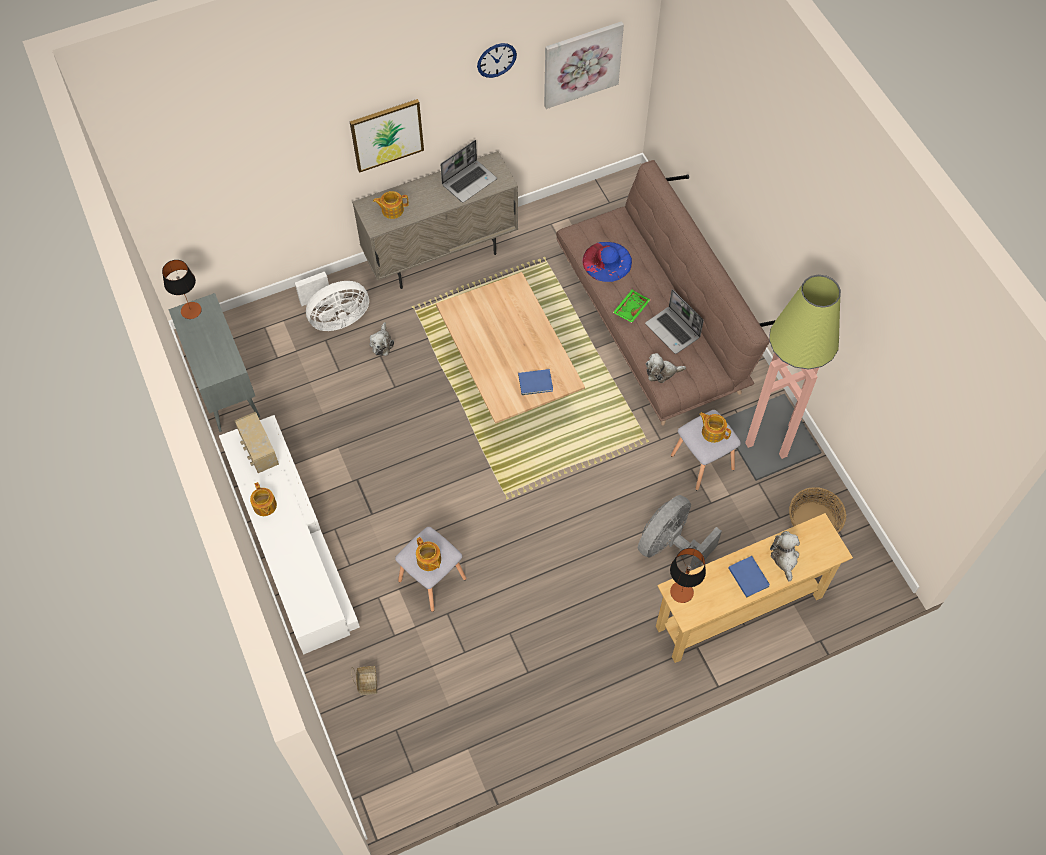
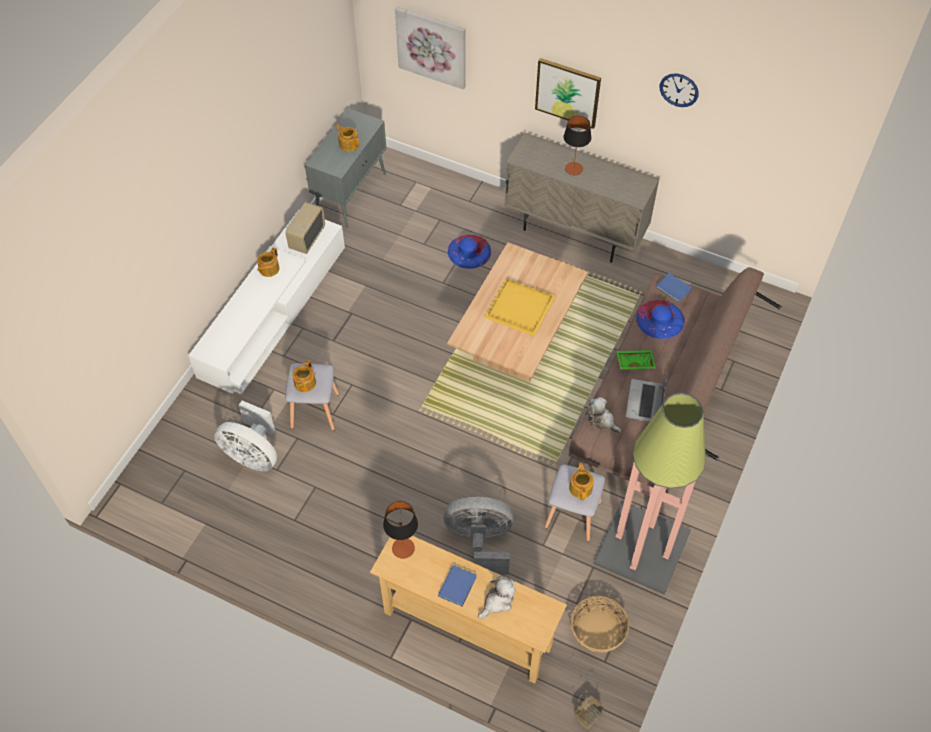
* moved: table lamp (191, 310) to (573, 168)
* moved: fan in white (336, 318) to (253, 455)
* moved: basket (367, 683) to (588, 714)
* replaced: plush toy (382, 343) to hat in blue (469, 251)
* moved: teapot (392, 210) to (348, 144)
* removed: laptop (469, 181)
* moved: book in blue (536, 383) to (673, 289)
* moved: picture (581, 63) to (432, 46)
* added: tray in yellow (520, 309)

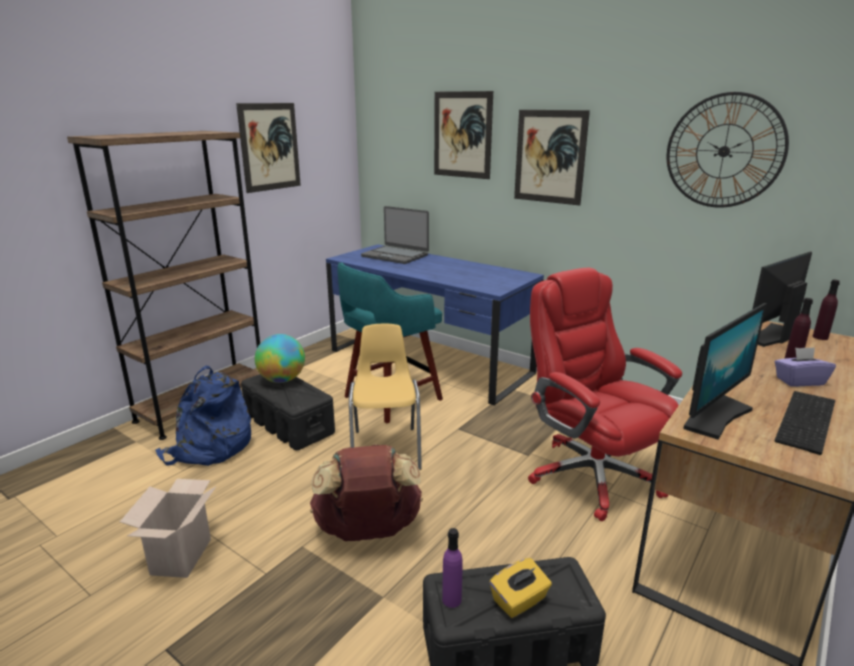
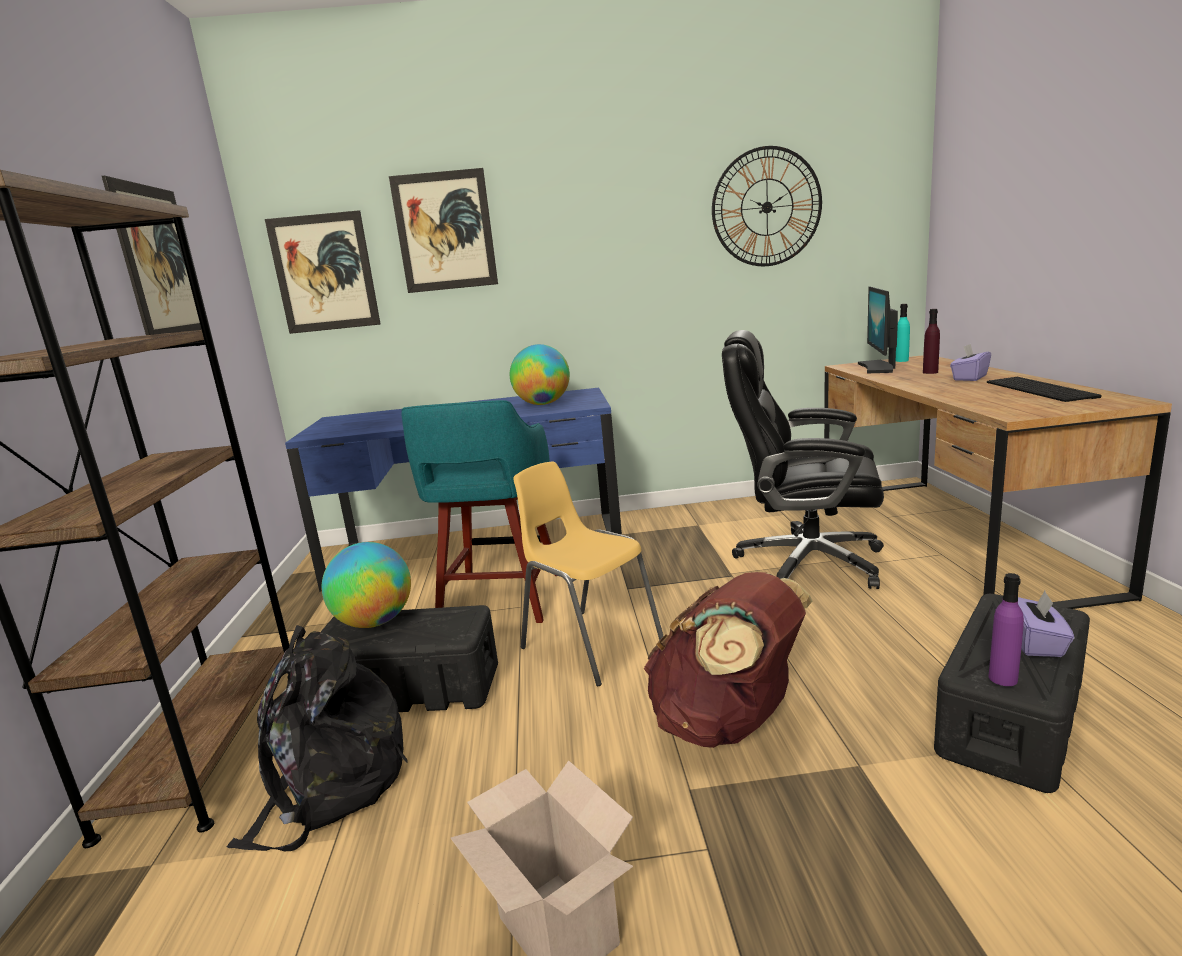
* recoloured: backpack in blue (209, 448) to backpack in black (330, 784)
* removed: laptop (395, 256)
* recoloured: tissue box in yellow (519, 601) to tissue box in purple (1035, 643)
* moved: picture (550, 157) to (324, 273)
* recoloured: office chair in red (591, 474) to office chair in black (805, 563)
* removed: monitor (714, 416)
* recoloured: bottle in purple (820, 337) to bottle in turquoise (901, 360)
* added: globe (543, 404)

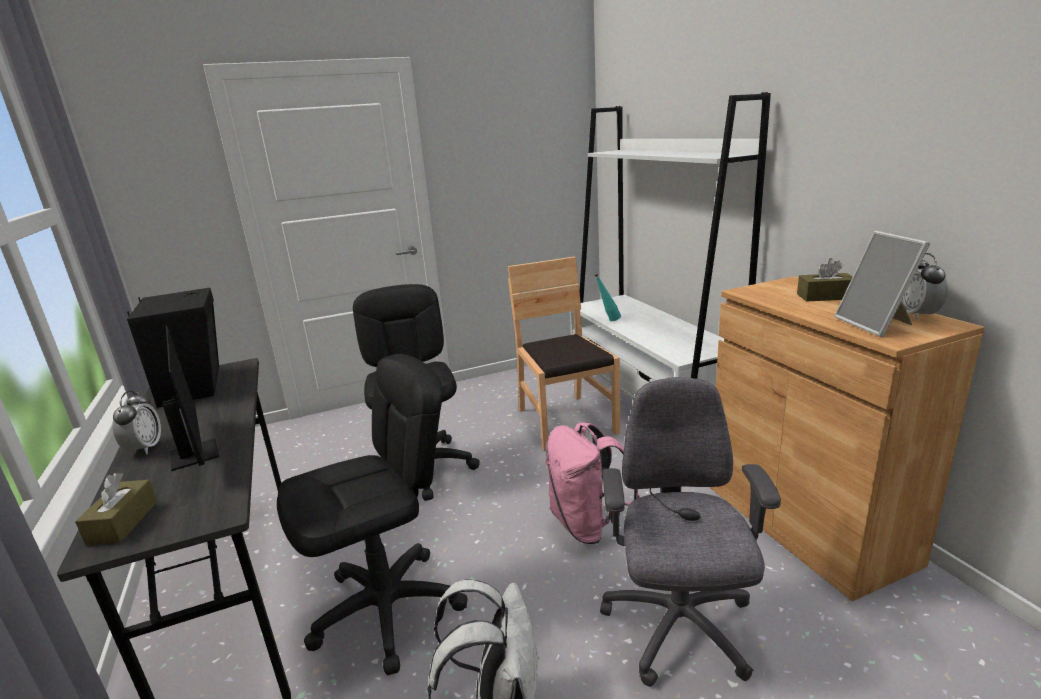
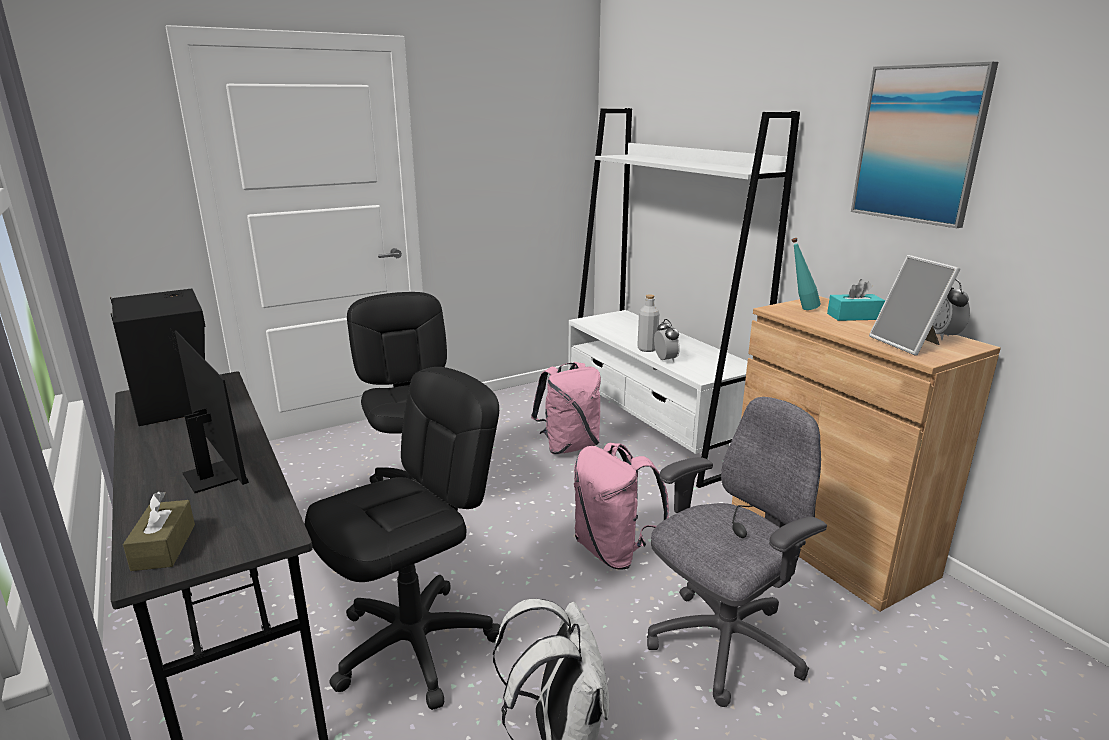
* moved: alarm clock (145, 448) to (665, 360)
* replaced: chair in brown (565, 421) to backpack in pink (569, 446)
* moved: bottle in turquoise (608, 320) to (800, 309)
* turned: office chair in grey (678, 628) = (722, 645) 60 degrees clockwise
* recoloured: tissue box in brown (825, 296) to tissue box in turquoise (854, 316)
* added: bottle in grey (647, 349)
* added: picture (919, 144)

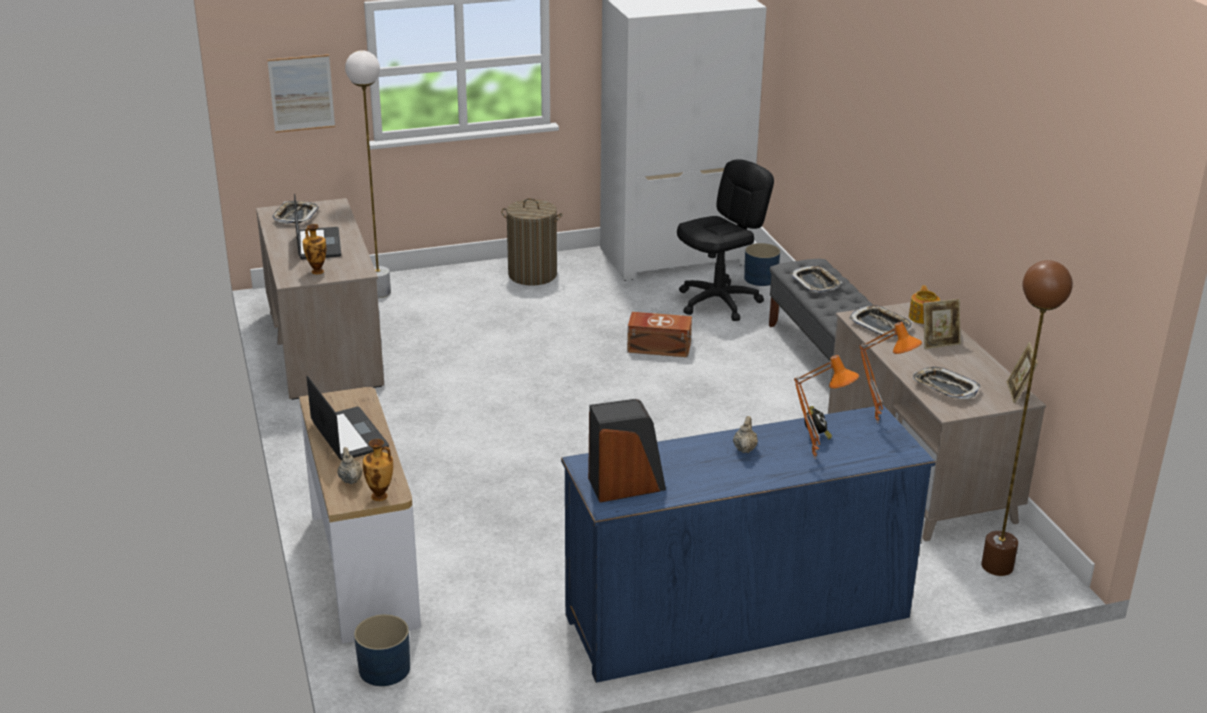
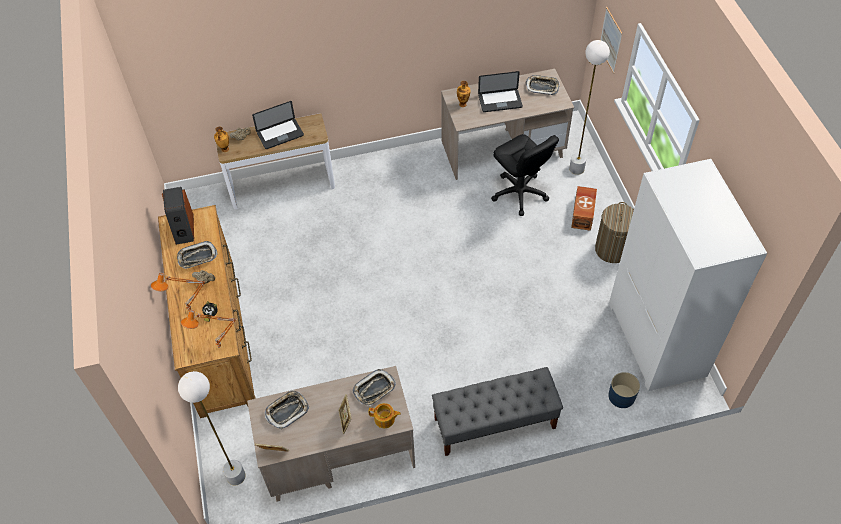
* removed: planter in blue (385, 669)
* recoloured: dresser in blue (737, 616) to dresser in brown (217, 336)
* moved: storage box in brown (658, 347) to (583, 213)
* moved: office chair in black (719, 302) to (519, 193)
* moved: tray (815, 283) to (197, 257)
* recoloured: floor lamp in brown (997, 566) to floor lamp in white (235, 476)

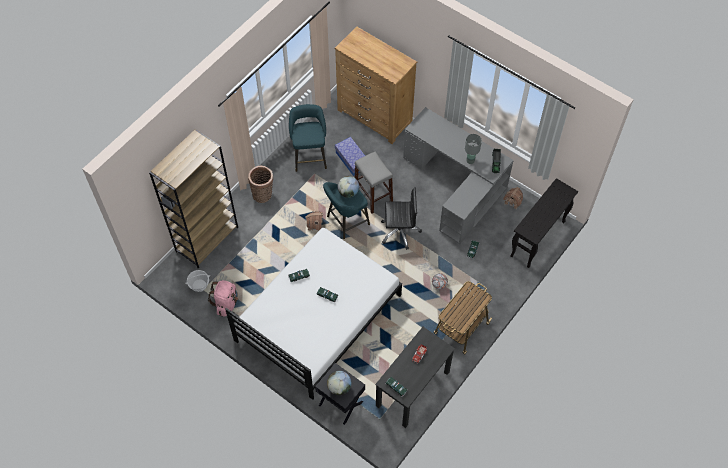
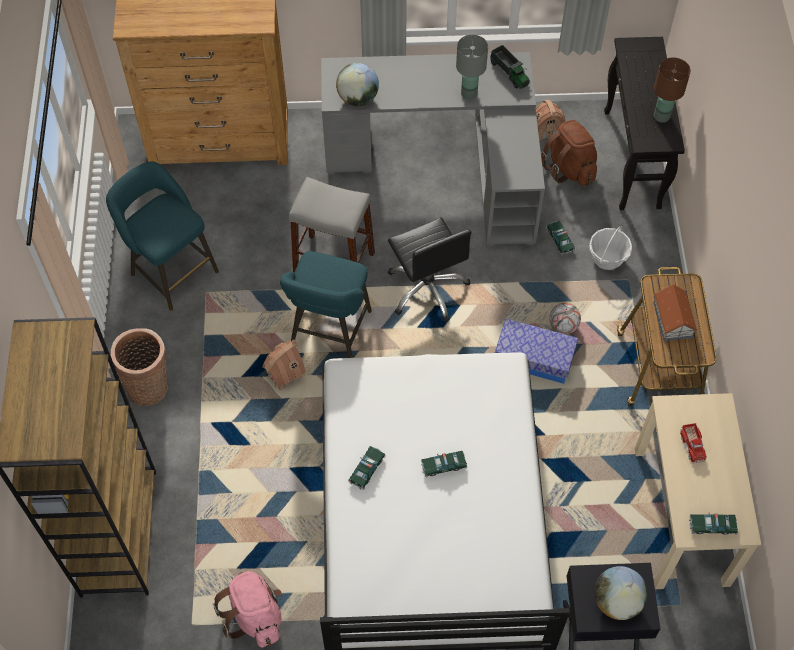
* moved: basket (199, 285) to (607, 258)
* moved: storage box (352, 160) to (533, 358)
* moved: globe (348, 192) to (358, 98)
* recoloured: desk in black (412, 389) to desk in beige (681, 516)
* turned: office chair in black (399, 231) = (427, 288) 105 degrees clockwise
* added: backpack in brown (569, 168)
* added: toy house (672, 320)
* added: table lamp in brown (662, 116)

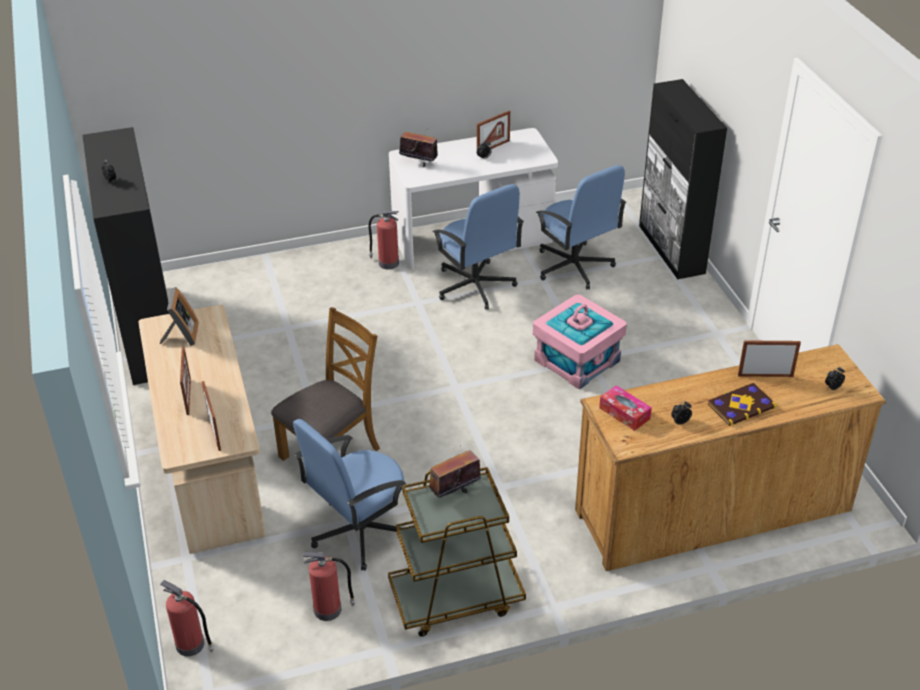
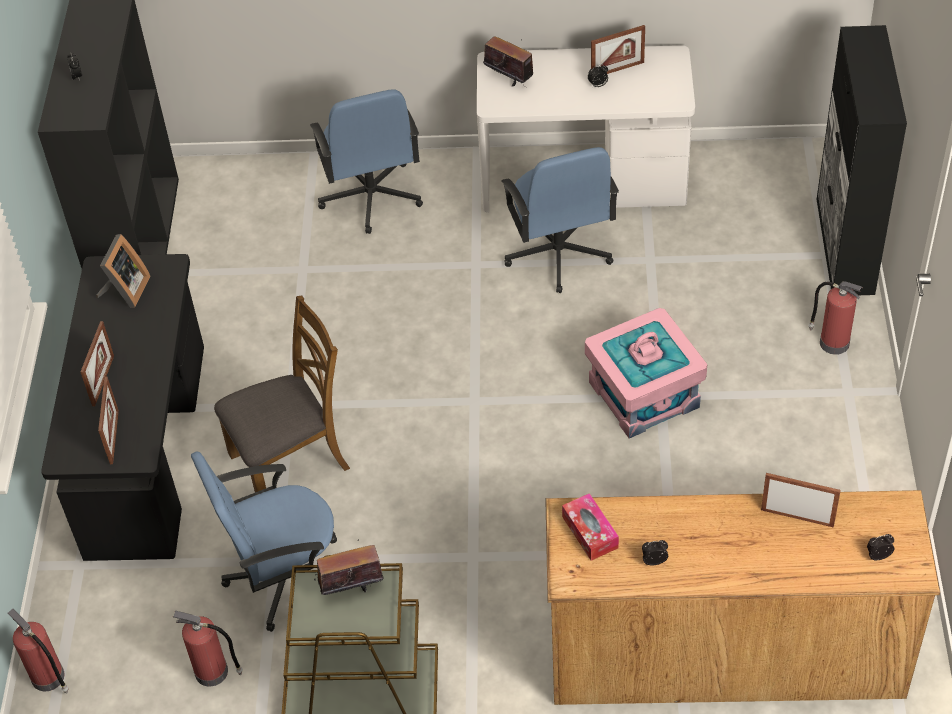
* recoloured: desk in beige (211, 468) to desk in black (146, 451)
* moved: fire extinguisher (387, 263) to (832, 342)
* moved: office chair in blue (574, 267) to (371, 197)
* removed: book (740, 405)

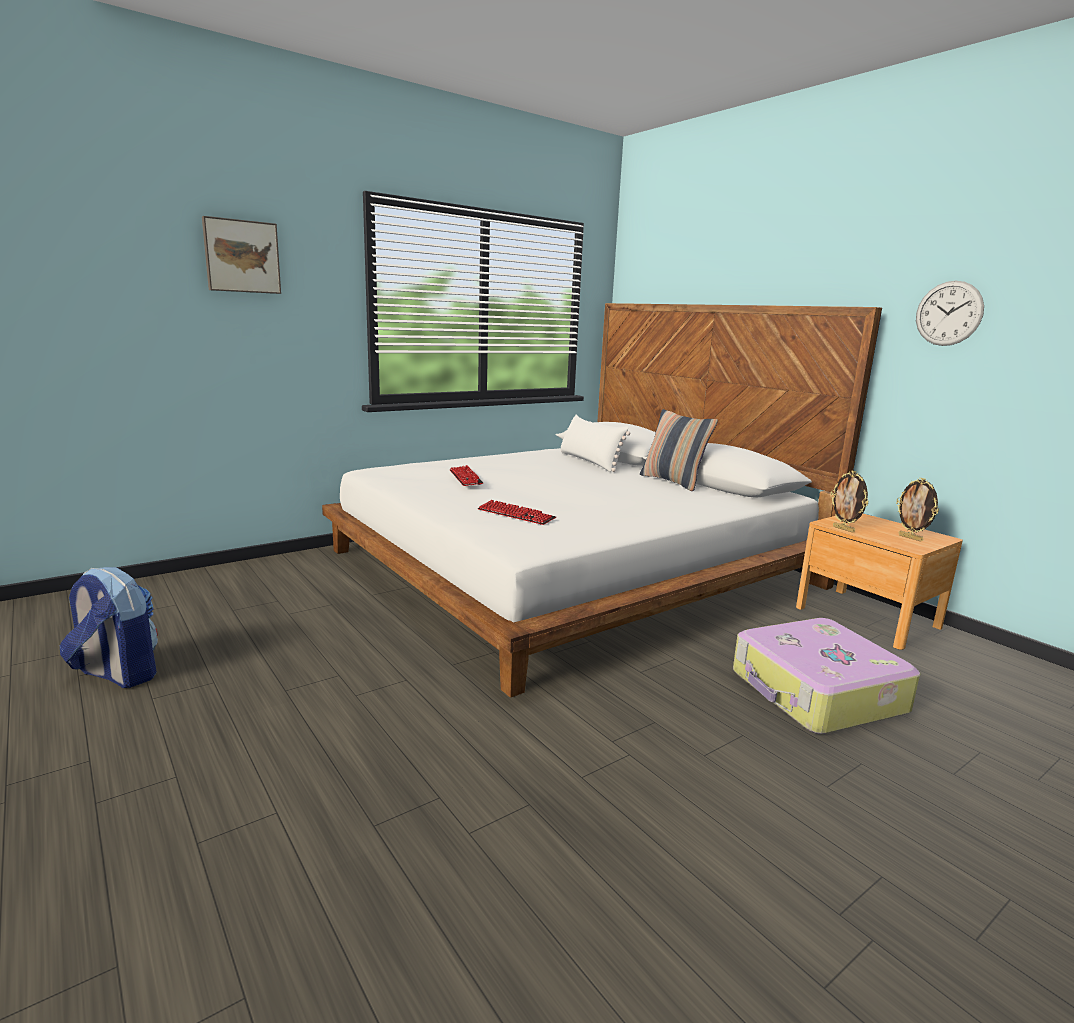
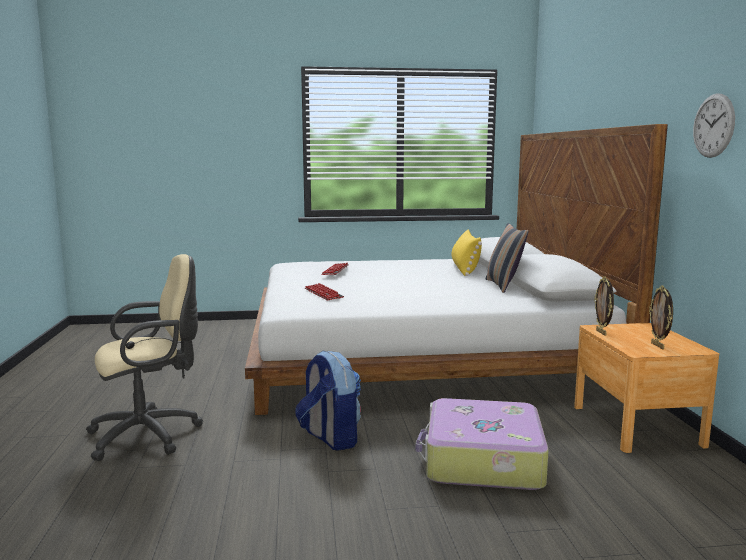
* moved: backpack (117, 674) to (330, 438)
* removed: picture (241, 256)
* recoloured: pillow in white (589, 462) to pillow in yellow (465, 268)
* added: office chair in beige (150, 435)

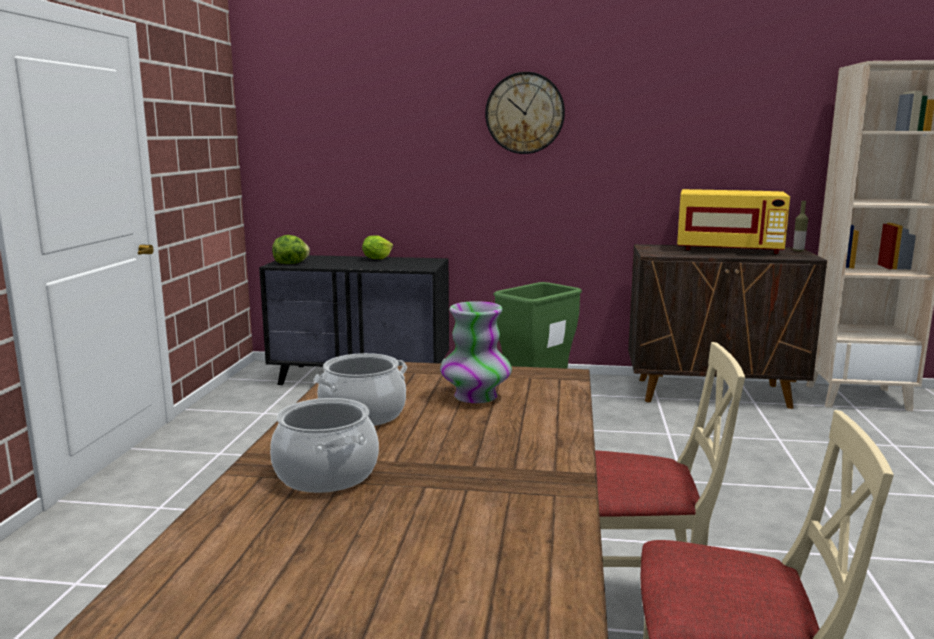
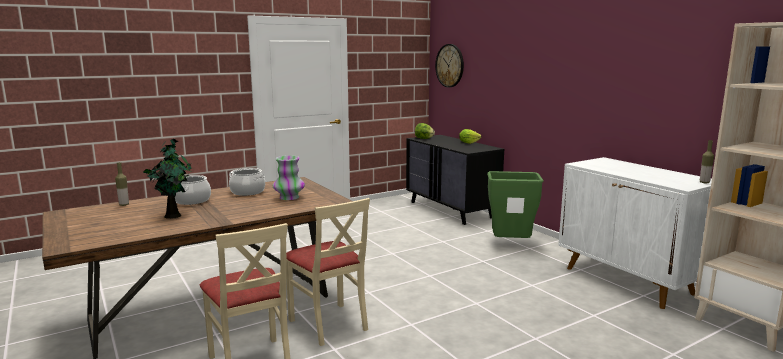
* moved: wall clock (525, 113) to (450, 65)
* recoloured: cabinet in brown (713, 393) to cabinet in white (628, 281)
* removed: microwave in yellow (729, 249)
* added: bottle (124, 205)
* added: potted plant (173, 215)

